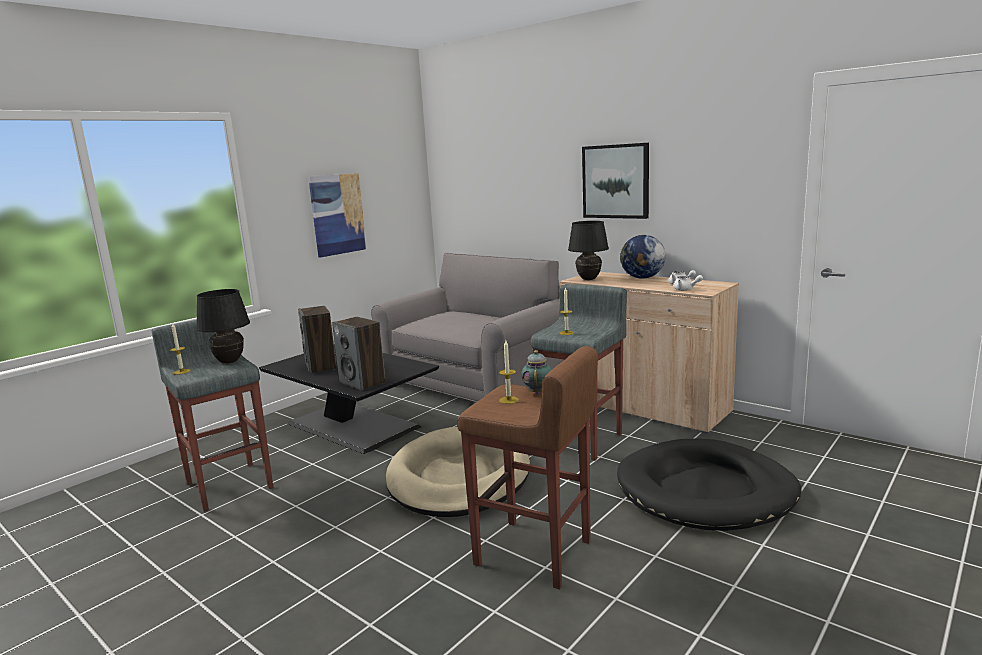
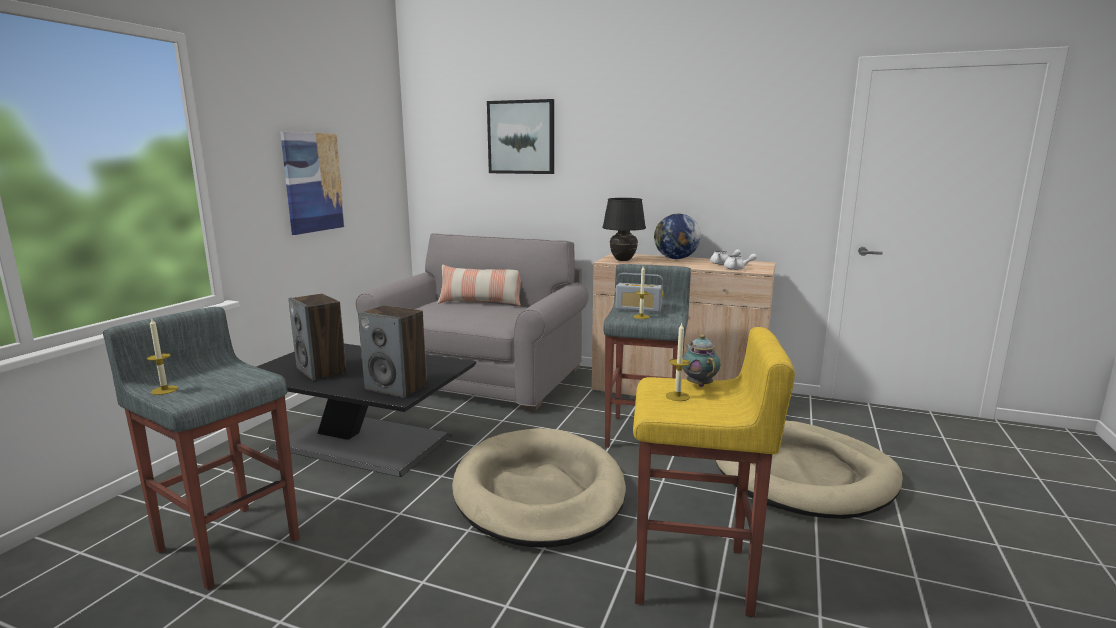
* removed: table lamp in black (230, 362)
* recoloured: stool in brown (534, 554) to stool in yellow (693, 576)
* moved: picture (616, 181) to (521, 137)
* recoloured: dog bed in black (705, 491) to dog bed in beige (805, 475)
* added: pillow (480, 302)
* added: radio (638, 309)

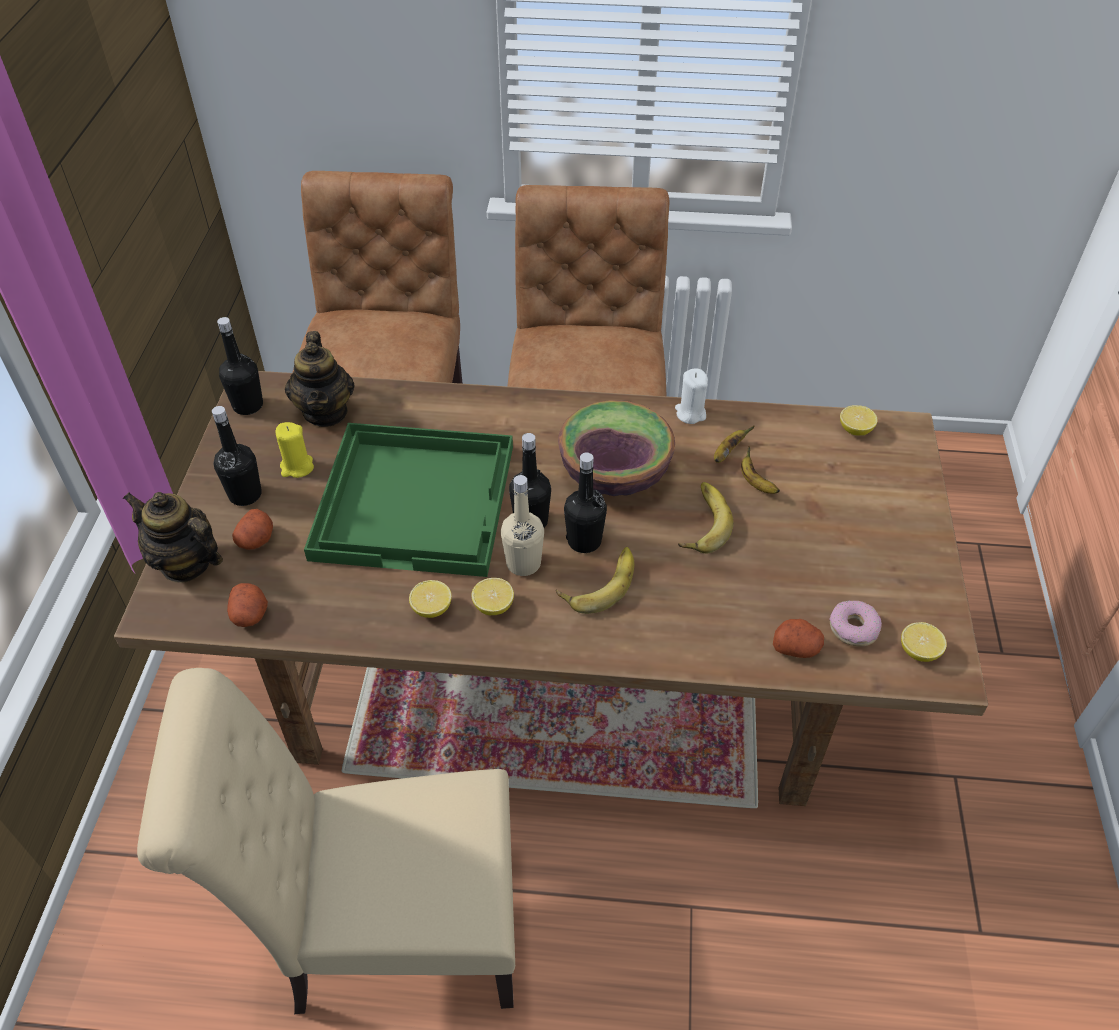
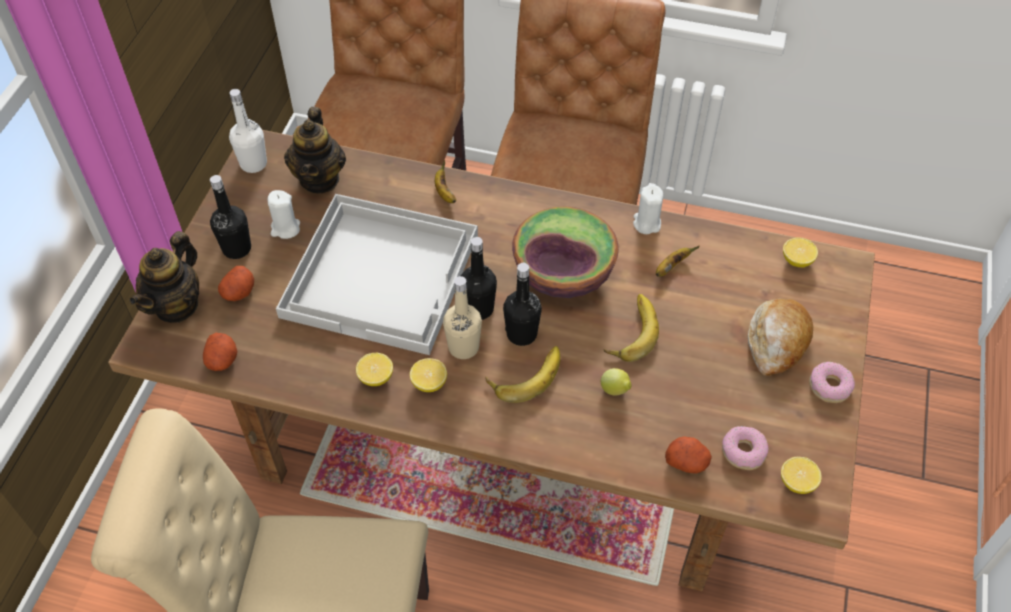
* turned: teapot (186, 563) = (177, 305) 105 degrees counterclockwise
* recoloured: bottle in black (248, 405) to bottle in white (253, 164)
* recoloured: candle in yellow (297, 467) to candle in white (285, 228)
* recoloured: tray in green (417, 500) to tray in white (383, 274)
* moved: banana (755, 483) to (444, 192)
* added: lemon (615, 390)
* added: bread (777, 342)
* added: donut (829, 386)

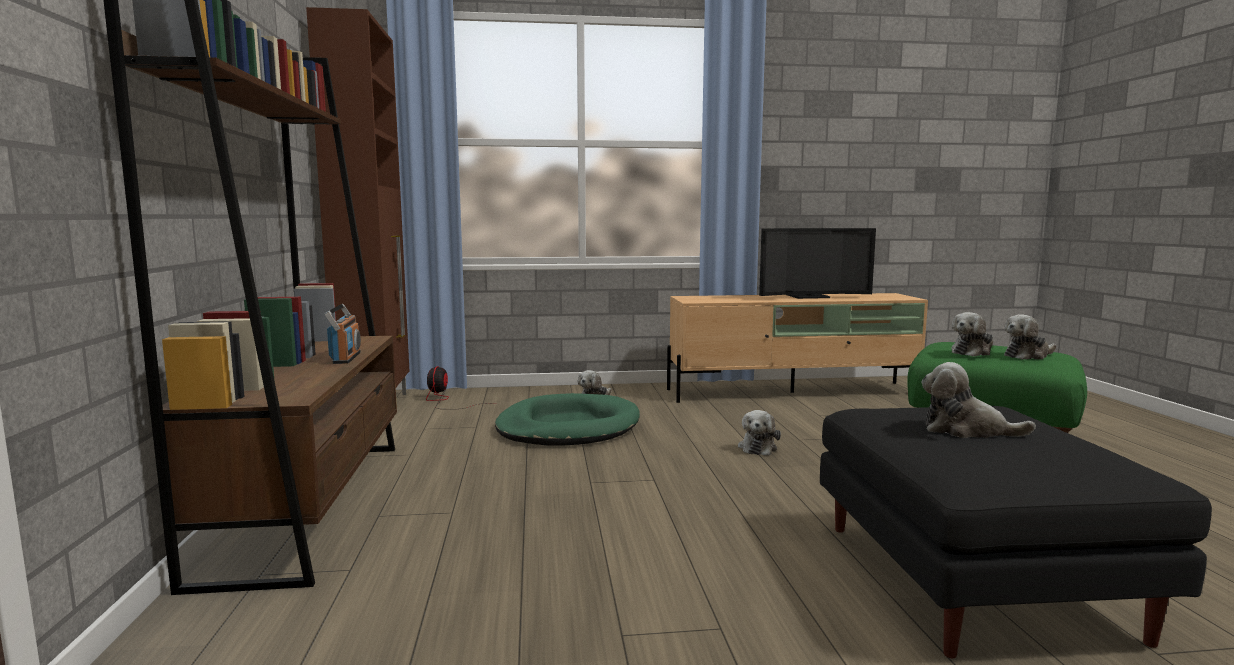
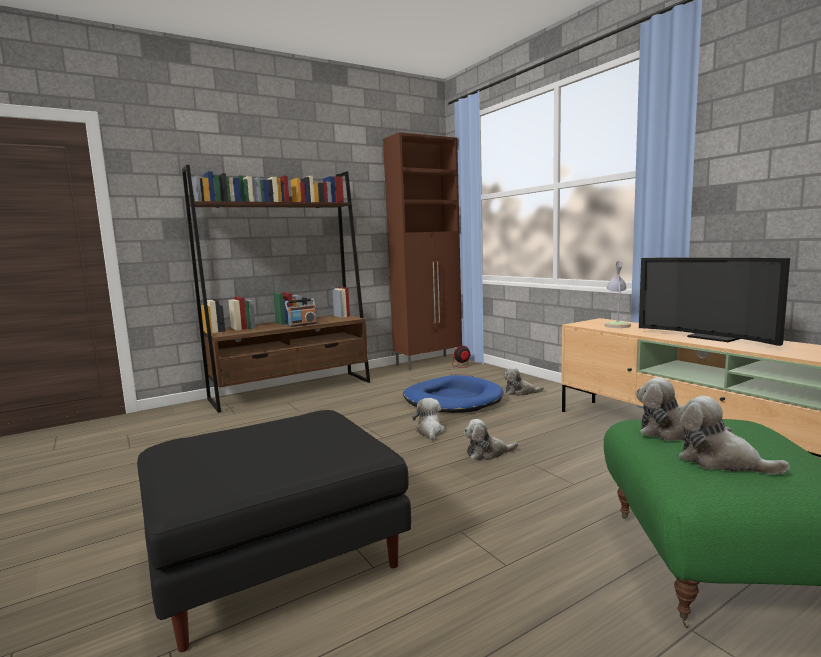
* recoloured: dog bed in green (568, 427) to dog bed in blue (452, 399)
* moved: plush toy (966, 430) to (429, 431)
* added: table lamp (616, 325)

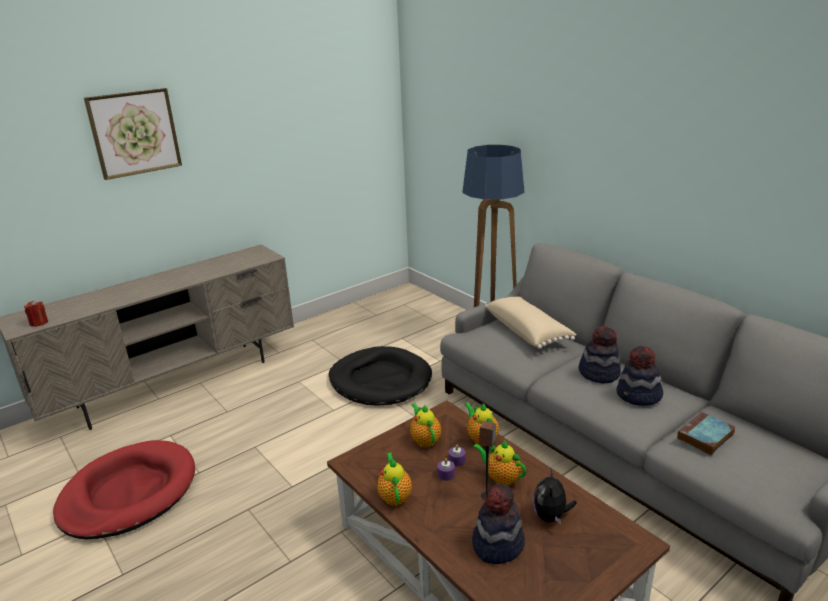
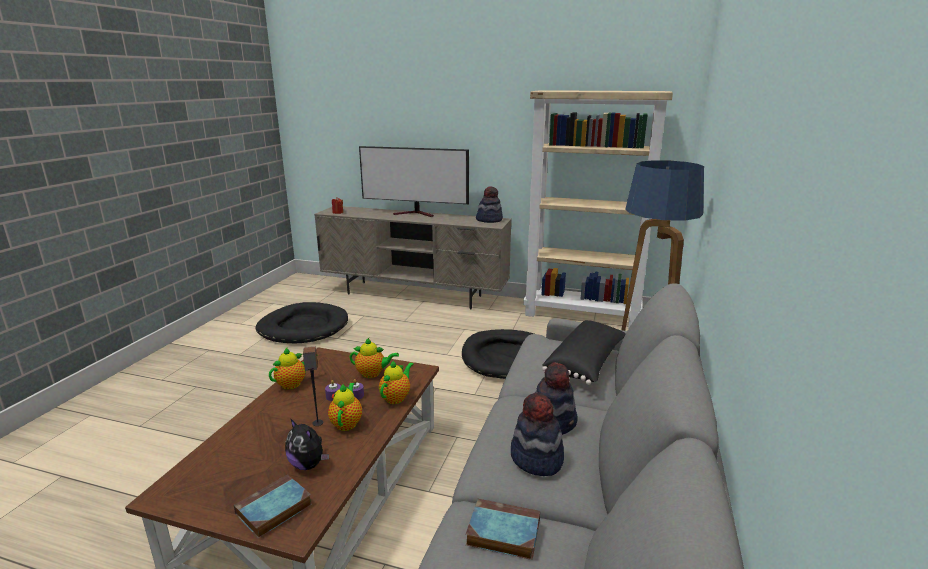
* recoloured: dog bed in red (128, 493) to dog bed in black (303, 327)
* removed: picture (134, 133)
* turned: teapot (425, 440) = (372, 374) 60 degrees clockwise
* moved: hat (497, 544) to (489, 220)
* recoloured: pillow in beige (528, 331) to pillow in black (586, 363)
* turned: plush toy (551, 516) = (308, 464) 120 degrees counterclockwise
* added: book (273, 510)
* added: television (416, 214)
* added: bookcase in beige (582, 315)

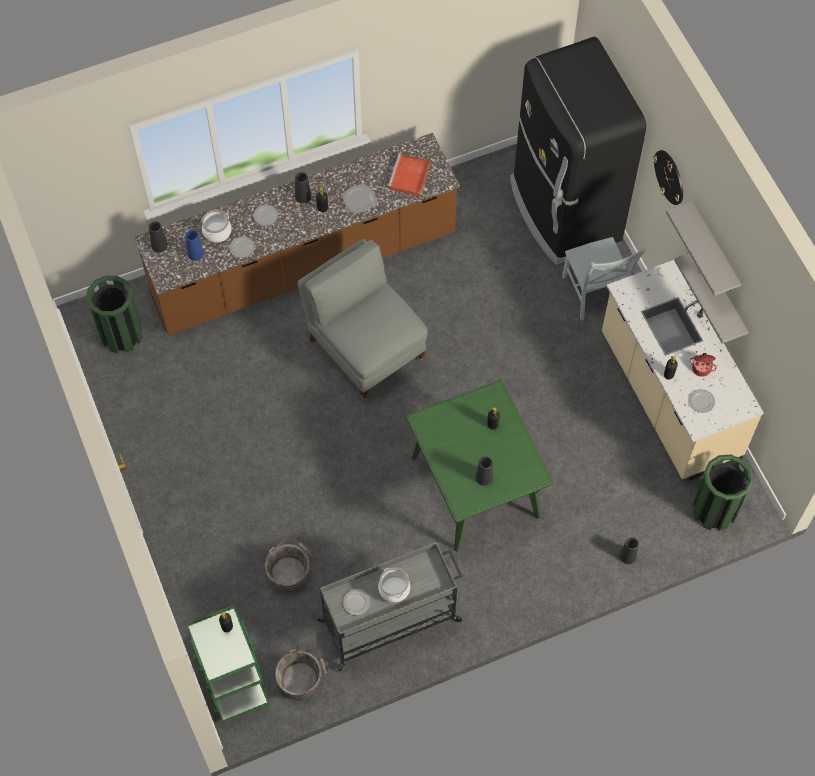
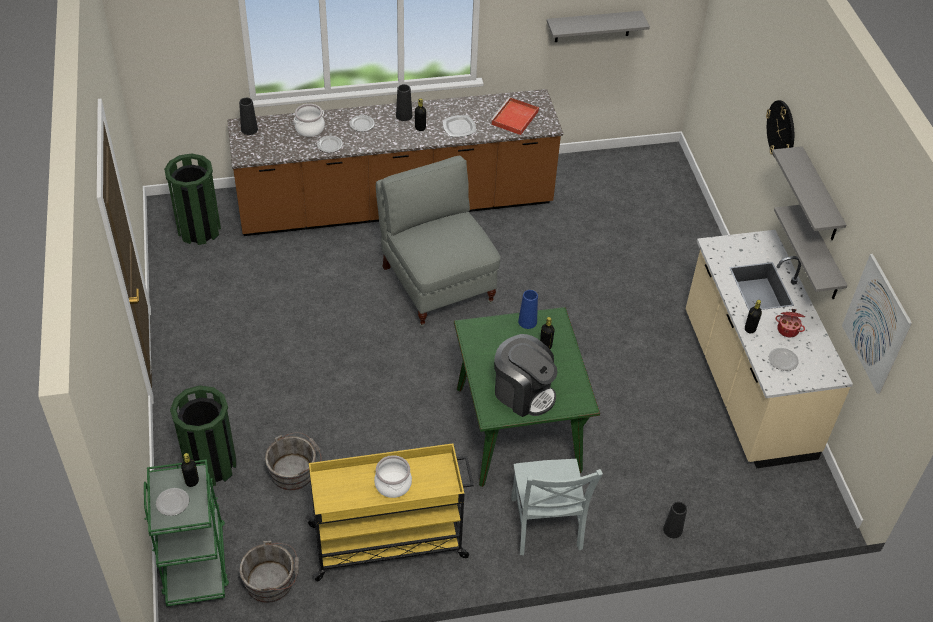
* moved: vase in blue (195, 253) to (527, 321)
* recoloured: cart in grey (391, 620) to cart in yellow (389, 541)
* moved: plate (357, 602) to (173, 503)
* replaced: vase in black (484, 477) to coffee machine (523, 392)
* removed: fridge in black (564, 212)
* moved: chair in grey (595, 294) to (546, 527)
* moved: trash can in green (714, 510) to (211, 465)
* added: shelf in grey (593, 26)
* added: picture (876, 324)

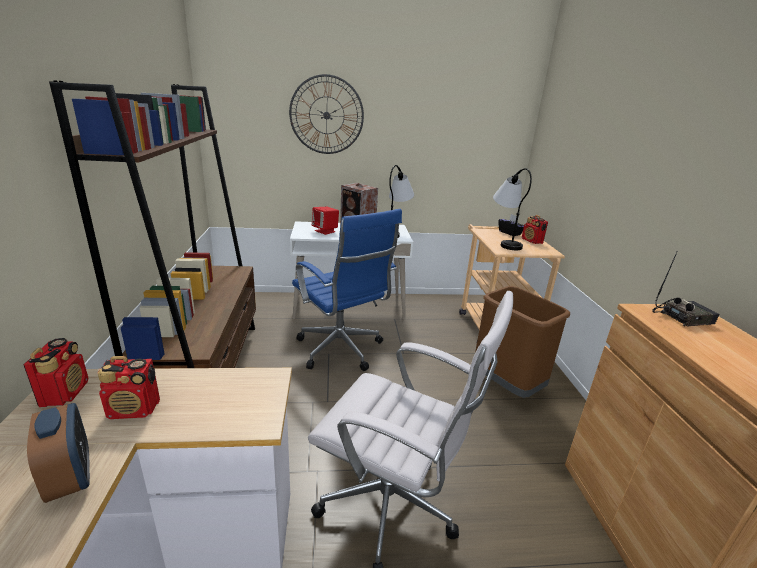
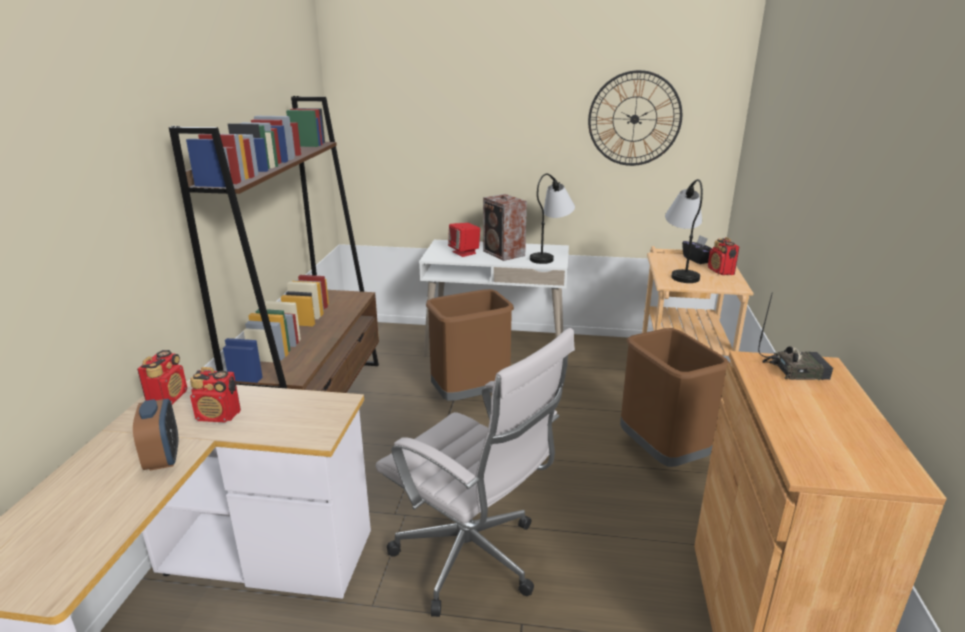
* moved: wall clock (326, 115) to (634, 119)
* replaced: office chair in blue (341, 351) to trash can in brown (470, 397)

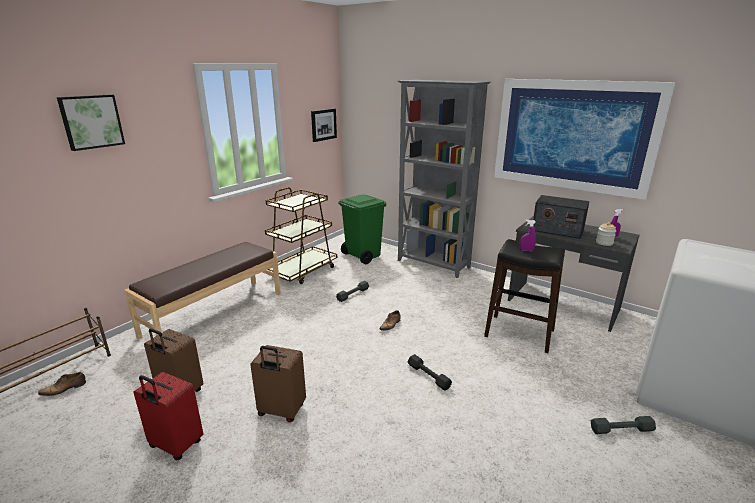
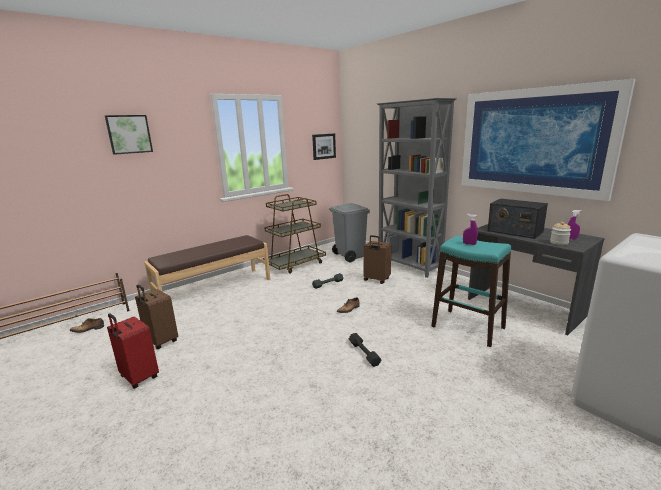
* moved: suitcase in brown (281, 411) to (376, 280)
* recoloured: trash can in green (362, 256) to trash can in grey (349, 256)
* recoloured: stool in black (519, 333) to stool in turquoise (467, 327)
* removed: dumbbell in grey (621, 429)

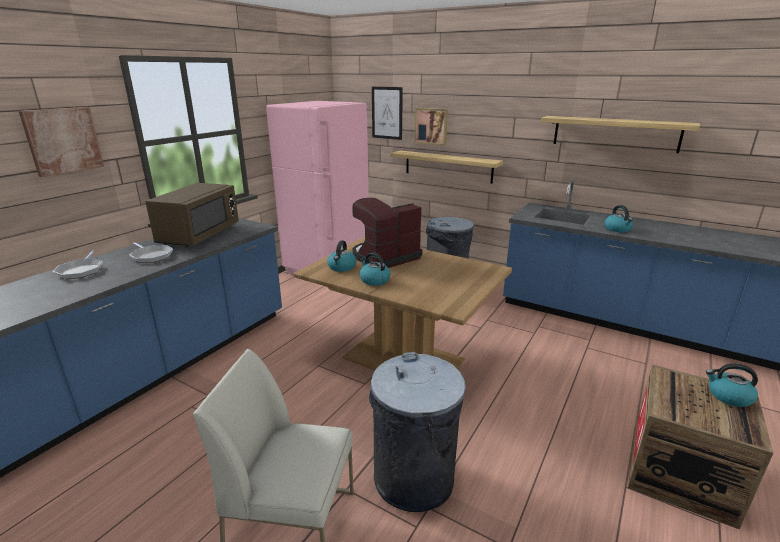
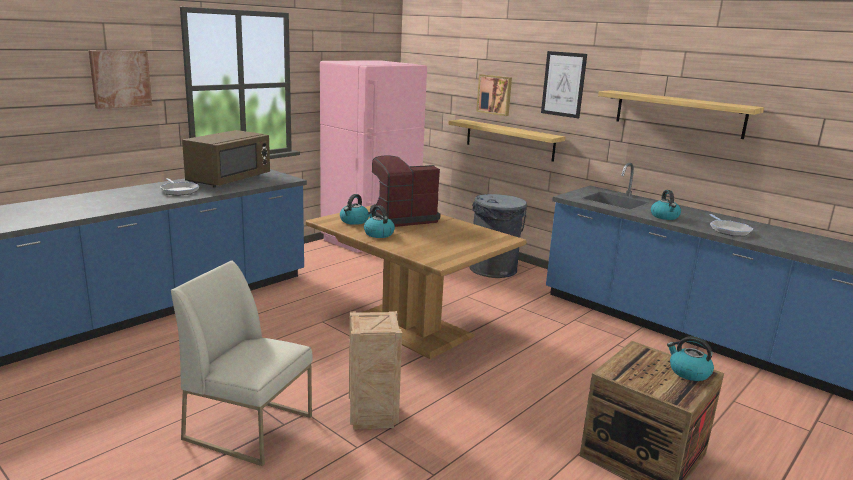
* moved: frying pan (81, 270) to (728, 230)
* replaced: trash can in grey (413, 479) to crate (371, 416)
* moved: picture (387, 113) to (563, 84)

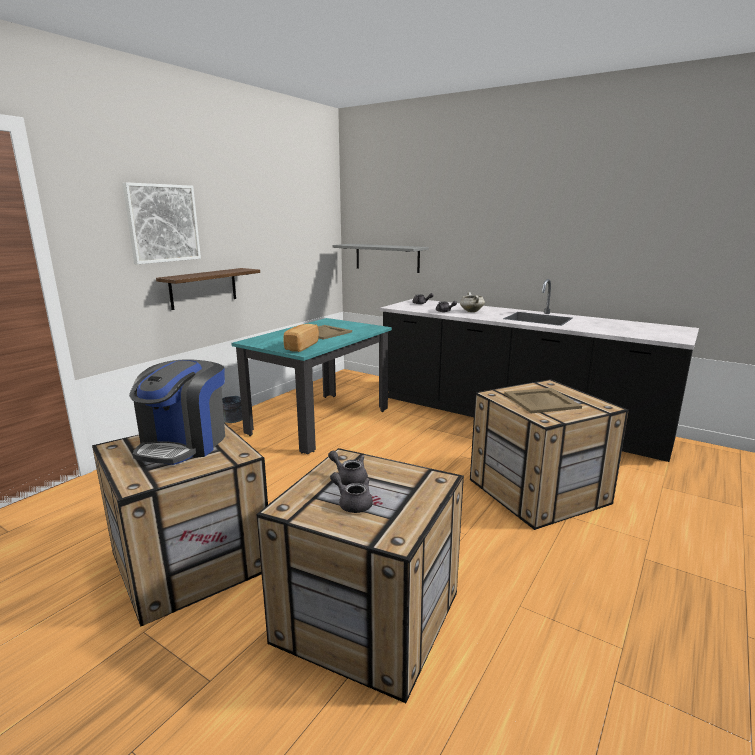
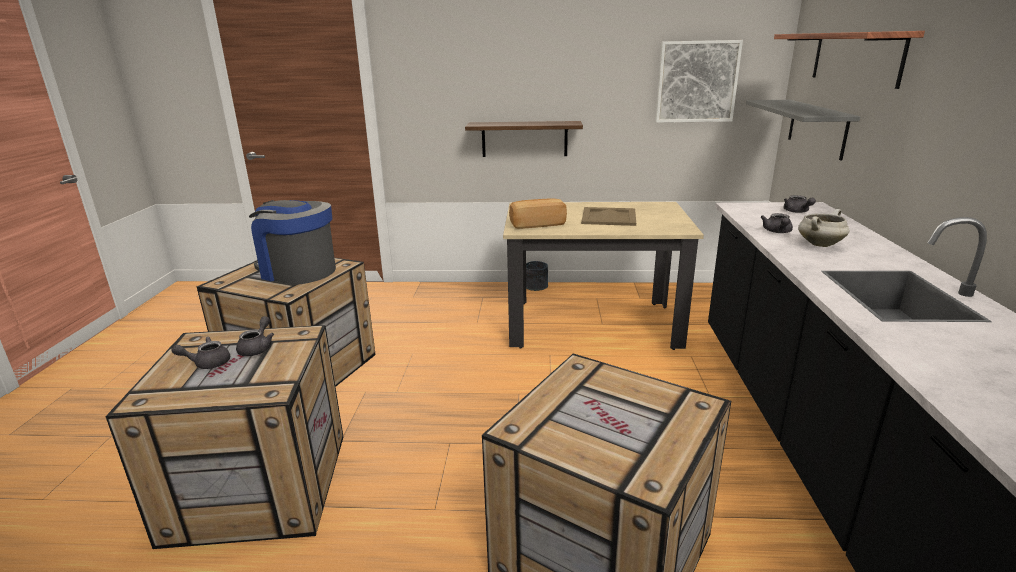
* moved: picture (163, 223) to (696, 82)
* turned: coffee machine (184, 444) = (297, 271) 45 degrees clockwise
* recoloured: dining table in turquoise (320, 421) to dining table in beige (592, 324)
* turned: teapot in grey (352, 503) = (207, 363) 120 degrees counterclockwise
* removed: tray in beige (541, 400)
* added: shelf (855, 57)

